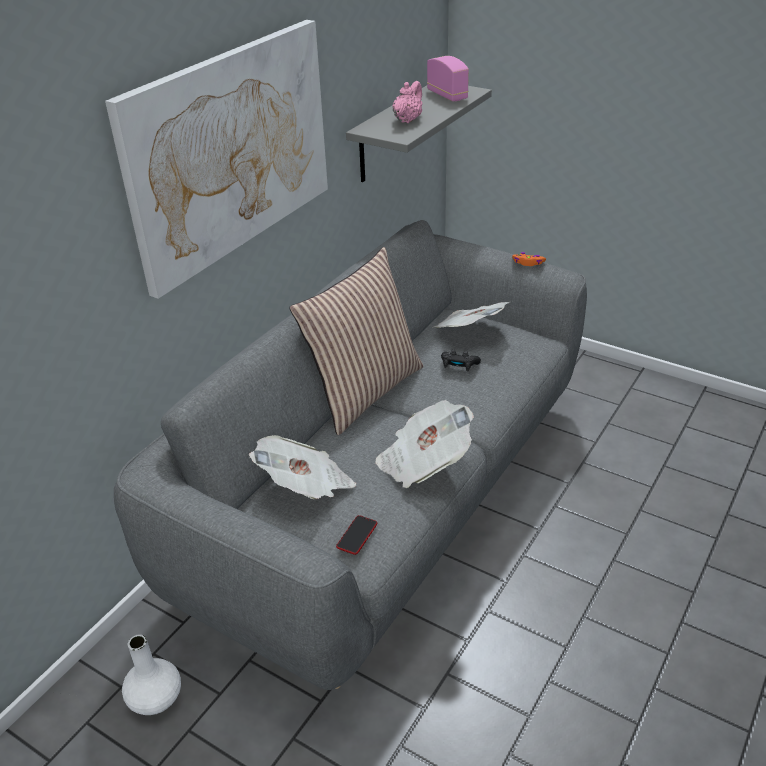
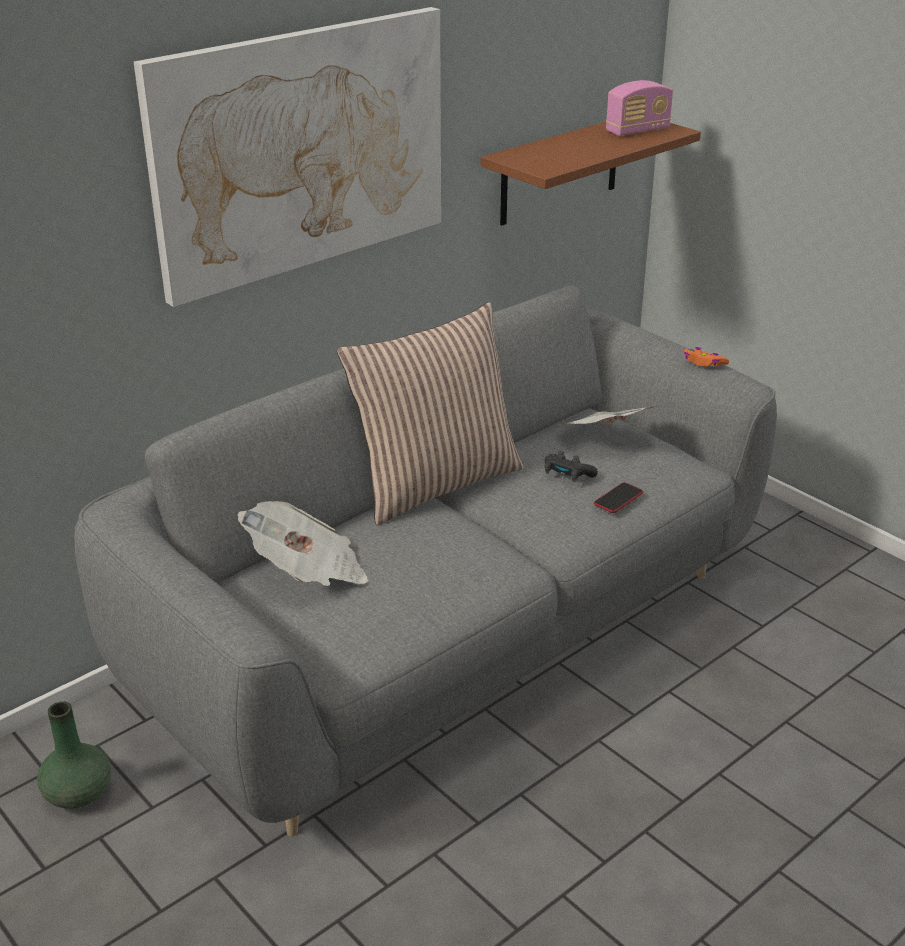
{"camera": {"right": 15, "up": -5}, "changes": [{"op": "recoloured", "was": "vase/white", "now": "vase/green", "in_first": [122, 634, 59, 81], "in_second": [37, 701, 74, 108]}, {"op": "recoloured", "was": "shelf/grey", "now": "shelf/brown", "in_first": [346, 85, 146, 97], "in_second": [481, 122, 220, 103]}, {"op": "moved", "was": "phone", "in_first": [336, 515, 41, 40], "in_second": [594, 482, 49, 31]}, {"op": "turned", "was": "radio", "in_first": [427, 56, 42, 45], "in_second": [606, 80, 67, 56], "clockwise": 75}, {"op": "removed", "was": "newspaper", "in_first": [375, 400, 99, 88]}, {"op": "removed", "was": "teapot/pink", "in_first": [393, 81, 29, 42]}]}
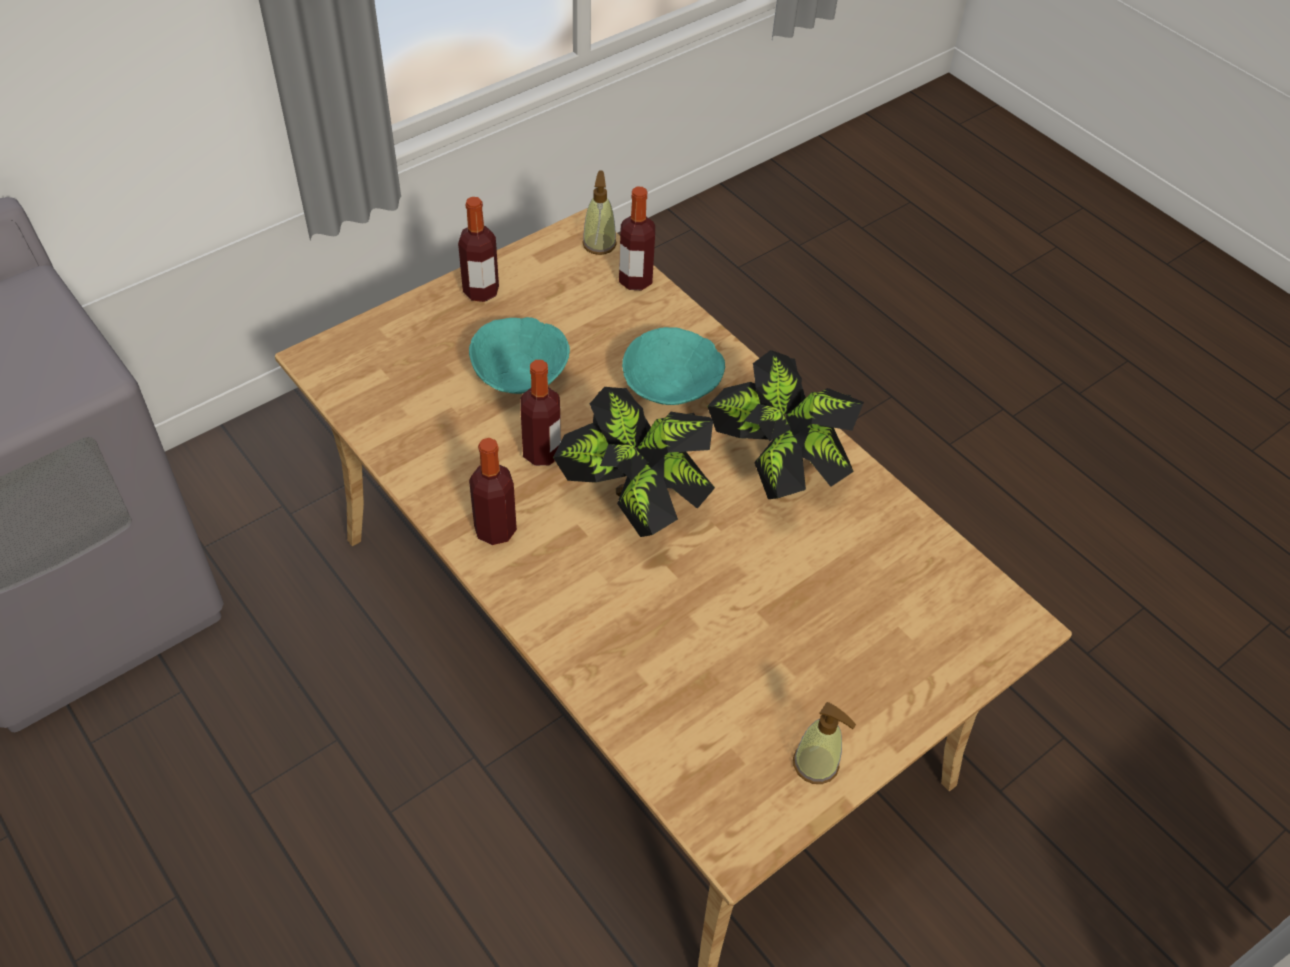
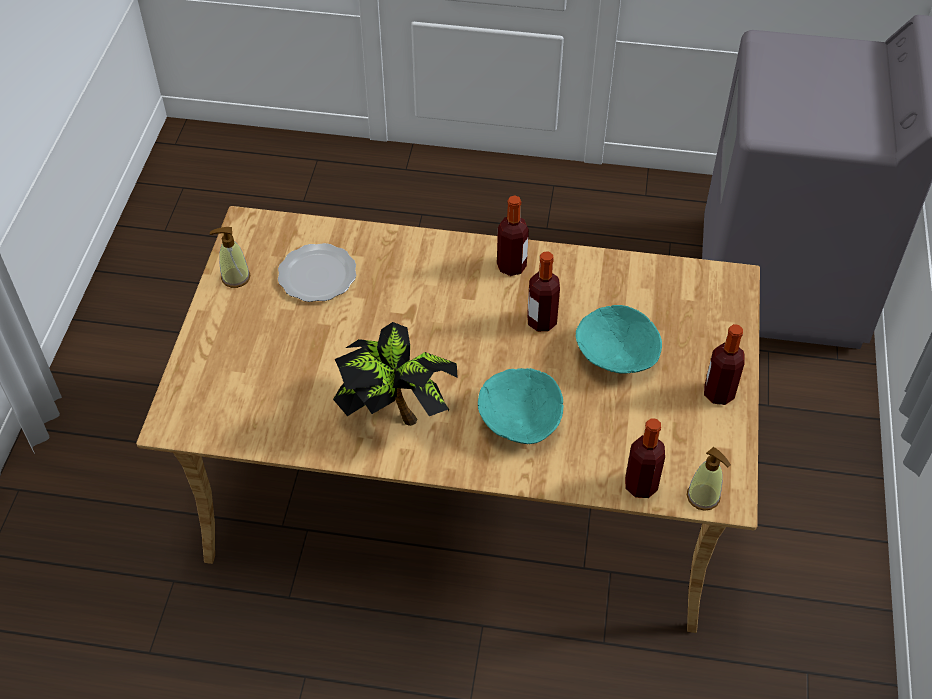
{"camera": {"right": 140, "up": 0}, "changes": [{"op": "added", "now": "plate", "in_second": [278, 243, 78, 59]}, {"op": "removed", "was": "potted plant", "in_first": [553, 387, 162, 150]}]}
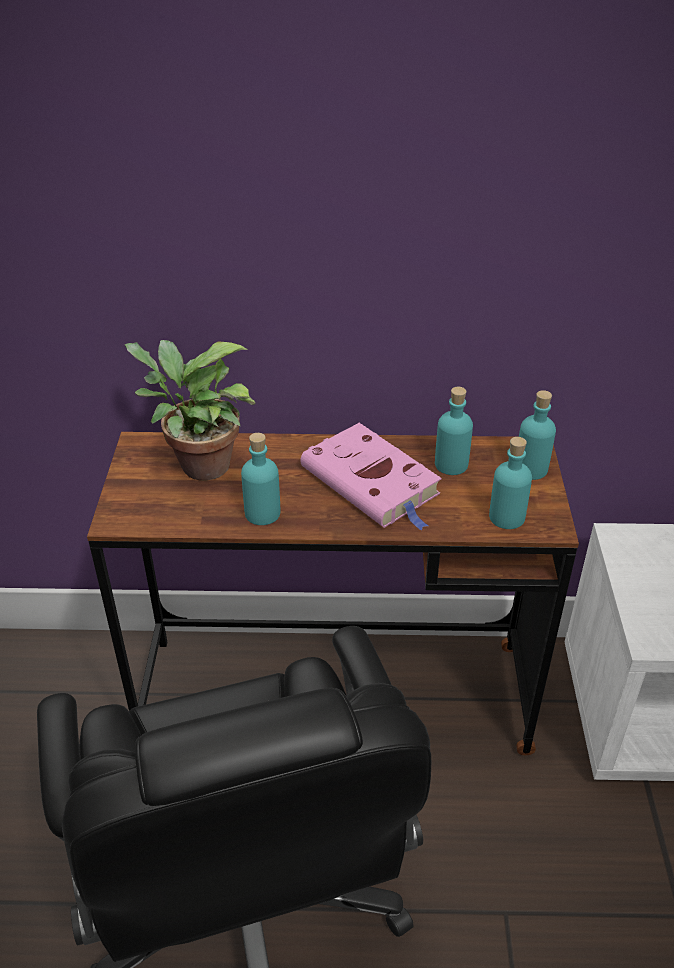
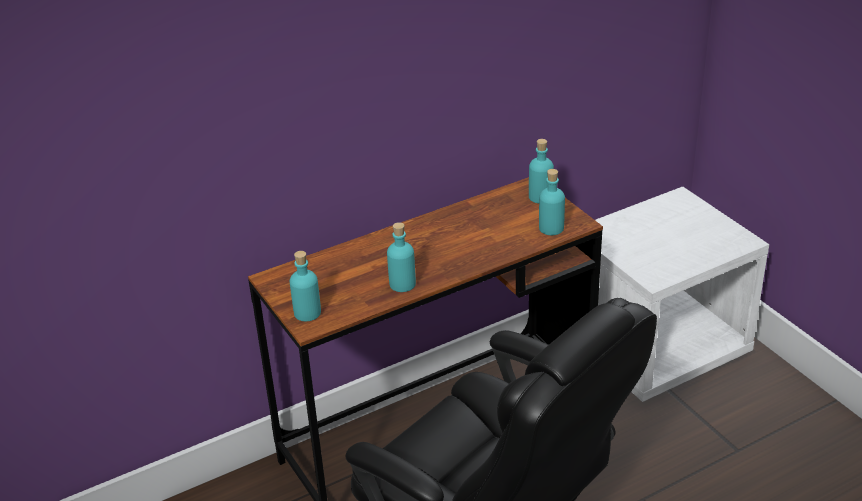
{"camera": {"right": -30, "up": -5}, "changes": [{"op": "moved", "was": "bottle/turquoise", "in_first": [435, 387, 38, 88], "in_second": [290, 251, 31, 70]}, {"op": "removed", "was": "potted plant", "in_first": [125, 340, 130, 141]}, {"op": "removed", "was": "book/pink", "in_first": [300, 423, 142, 108]}]}
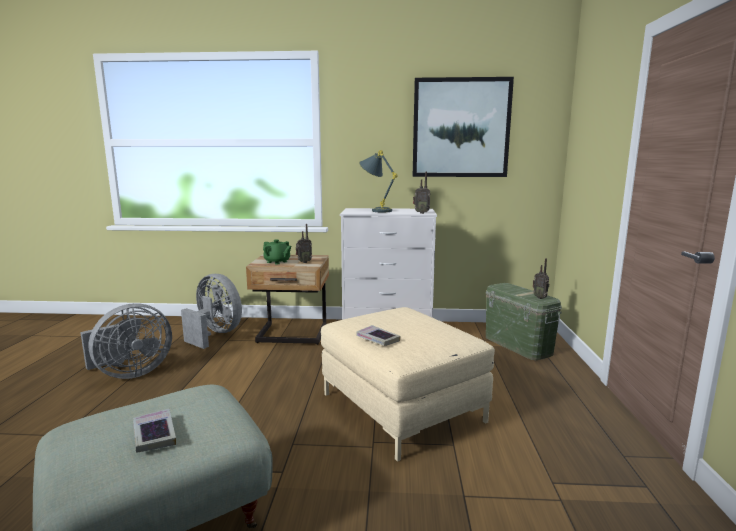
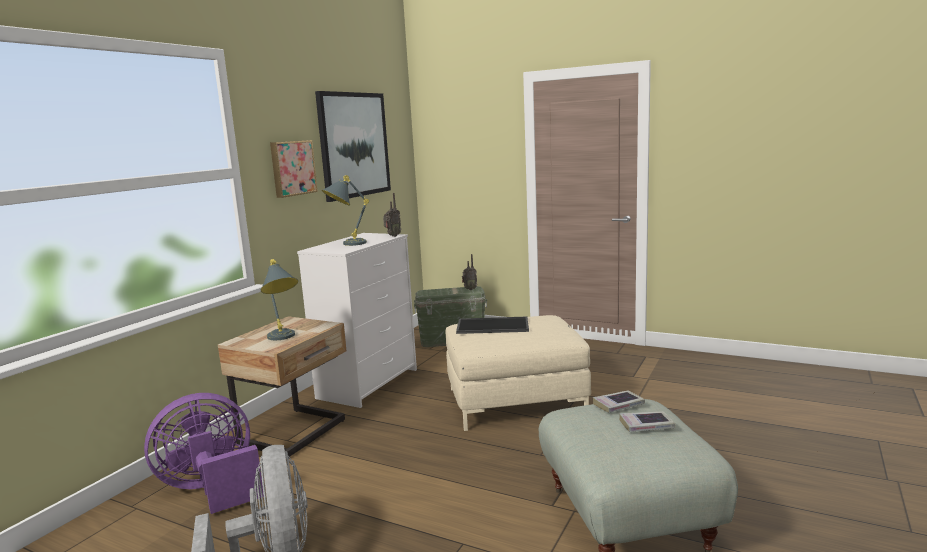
{"camera": {"right": -65, "up": 0}, "changes": [{"op": "recoloured", "was": "fan/grey", "now": "fan/purple", "in_first": [181, 274, 61, 75], "in_second": [144, 393, 120, 121]}, {"op": "replaced", "was": "teapot/green", "now": "table lamp/grey", "in_first": [263, 240, 28, 25], "in_second": [261, 259, 37, 81]}, {"op": "added", "now": "picture", "in_second": [270, 140, 48, 58]}, {"op": "added", "now": "tray", "in_second": [456, 317, 73, 17]}, {"op": "moved", "was": "book", "in_first": [356, 325, 44, 21], "in_second": [593, 391, 52, 22]}, {"op": "removed", "was": "radio", "in_first": [296, 224, 16, 39]}]}
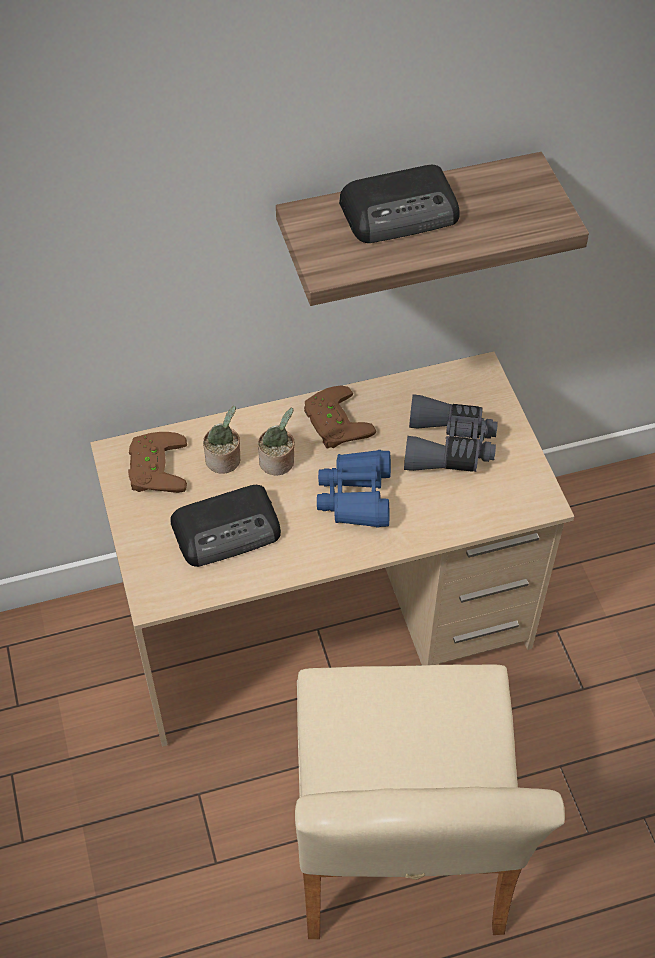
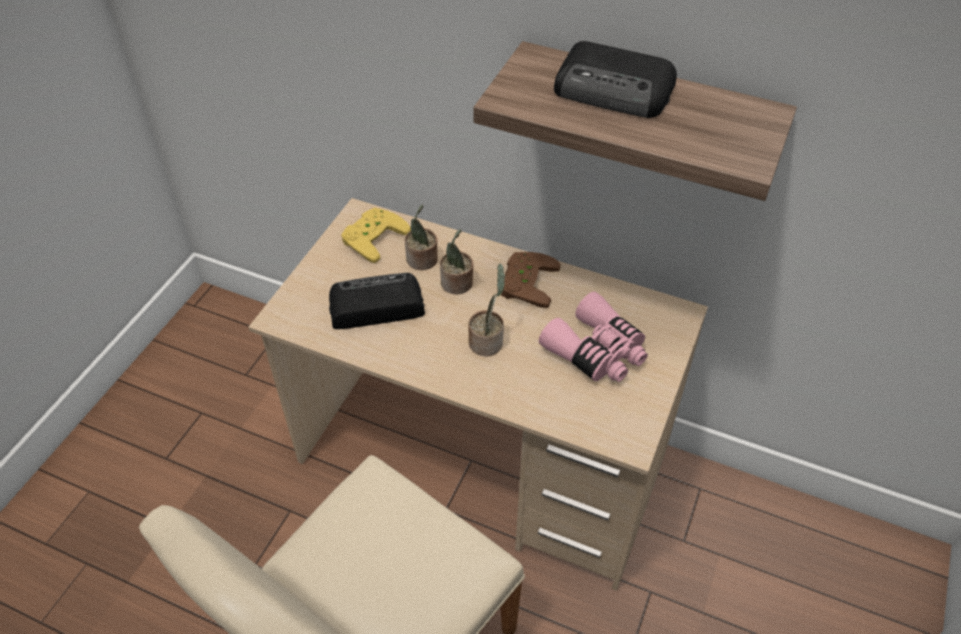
{"camera": {"right": 40, "up": -5}, "changes": [{"op": "turned", "was": "radio", "in_first": [170, 485, 111, 82], "in_second": [329, 273, 96, 56], "clockwise": 150}, {"op": "recoloured", "was": "game controller/brown", "now": "game controller/yellow", "in_first": [128, 432, 59, 61], "in_second": [341, 208, 70, 55]}, {"op": "replaced", "was": "binoculars/blue", "now": "potted plant", "in_first": [317, 450, 74, 78], "in_second": [468, 264, 37, 92]}, {"op": "recoloured", "was": "binoculars/grey", "now": "binoculars/pink", "in_first": [404, 394, 94, 78], "in_second": [539, 292, 109, 90]}]}
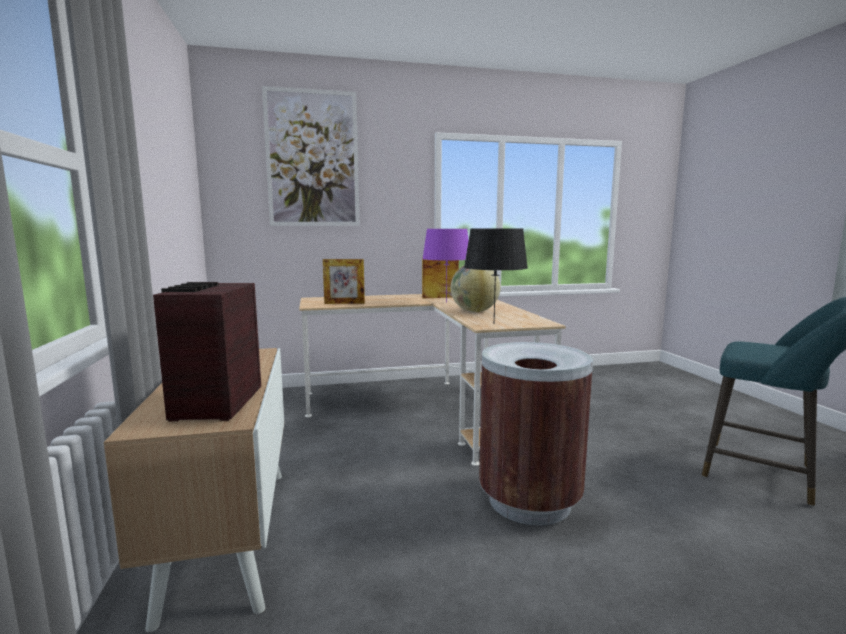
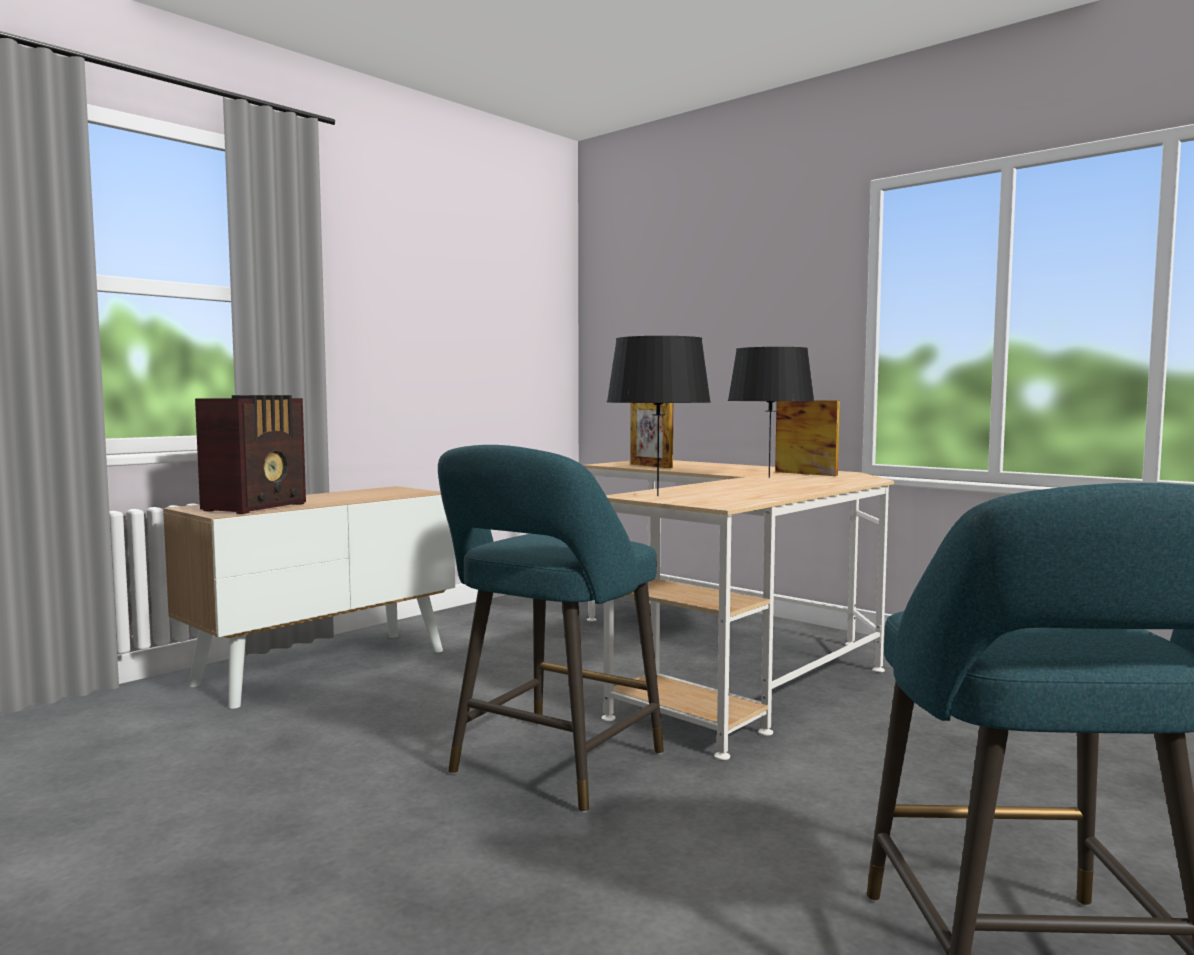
{"camera": {"right": 55, "up": -5}, "changes": [{"op": "turned", "was": "radio", "in_first": [153, 282, 108, 139], "in_second": [195, 395, 111, 119], "clockwise": 150}, {"op": "replaced", "was": "trash can/brown", "now": "stool/turquoise", "in_first": [479, 342, 114, 184], "in_second": [438, 445, 226, 368]}, {"op": "recoloured", "was": "table lamp/purple", "now": "table lamp/black", "in_first": [422, 229, 47, 74], "in_second": [728, 347, 87, 131]}, {"op": "removed", "was": "picture", "in_first": [262, 86, 98, 140]}, {"op": "removed", "was": "globe", "in_first": [451, 266, 50, 46]}]}
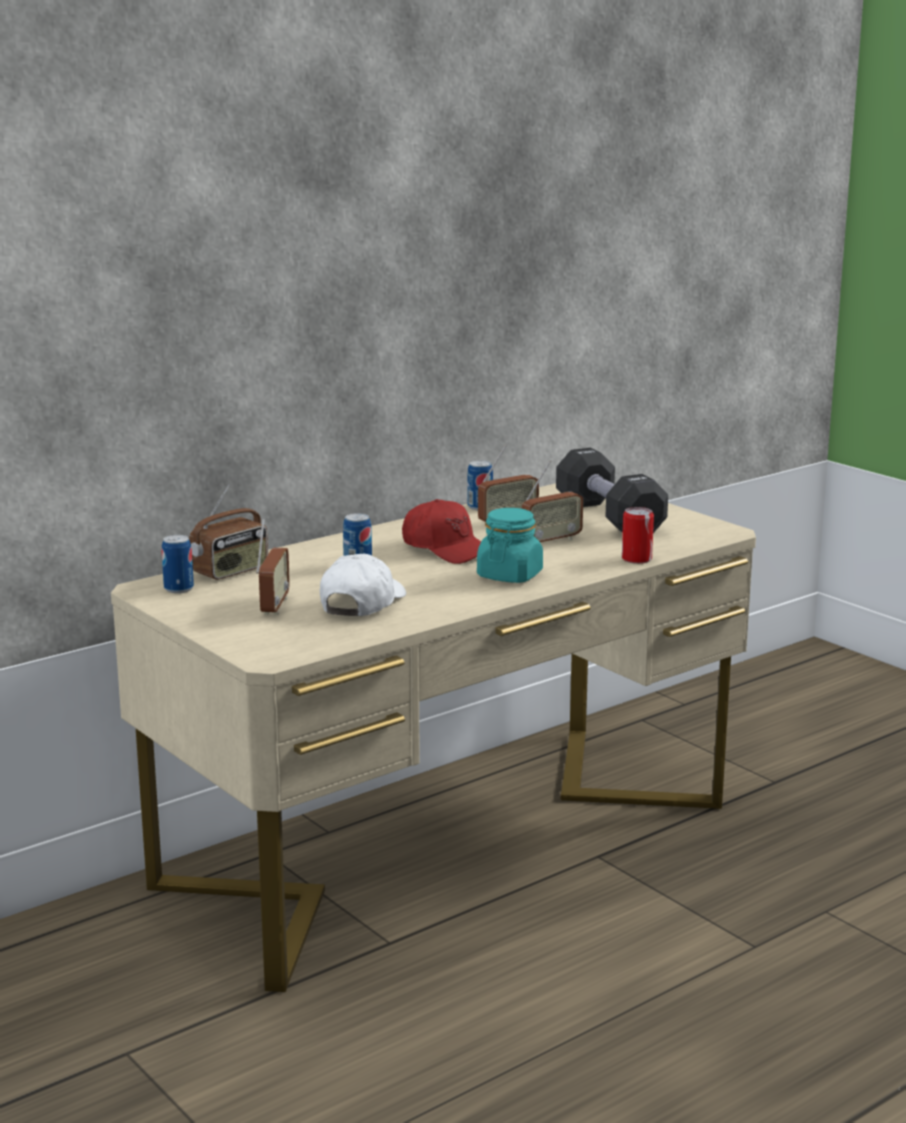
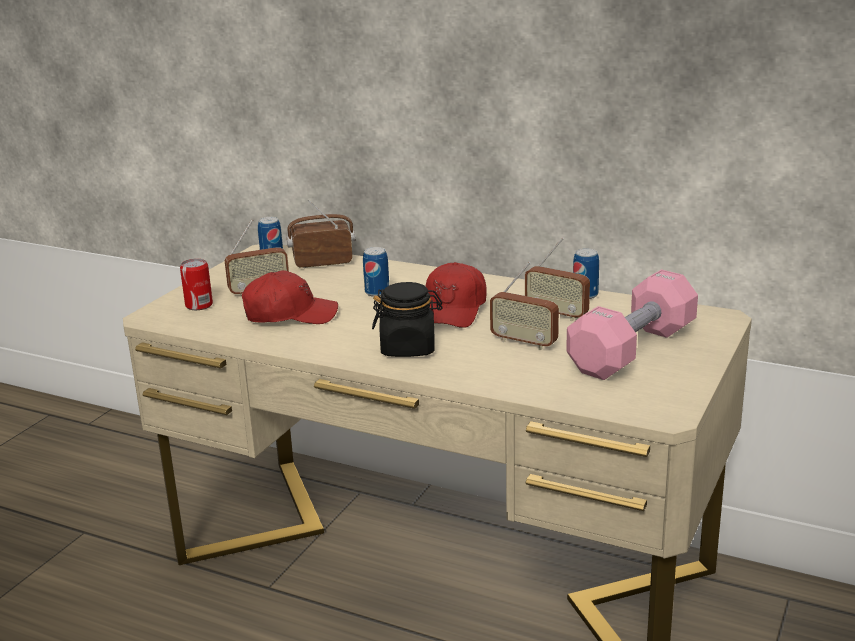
{"camera": {"right": 65, "up": 5}, "changes": [{"op": "moved", "was": "can", "in_first": [622, 507, 32, 57], "in_second": [180, 259, 33, 51]}, {"op": "recoloured", "was": "cap/white", "now": "cap/red", "in_first": [320, 554, 86, 62], "in_second": [242, 270, 96, 54]}, {"op": "turned", "was": "radio", "in_first": [189, 484, 79, 96], "in_second": [287, 200, 68, 68], "clockwise": 150}, {"op": "recoloured", "was": "jar/turquoise", "now": "jar/black", "in_first": [477, 508, 66, 75], "in_second": [372, 282, 71, 75]}, {"op": "recoloured", "was": "dumbbell/black", "now": "dumbbell/pink", "in_first": [556, 448, 112, 85], "in_second": [566, 270, 132, 110]}]}
